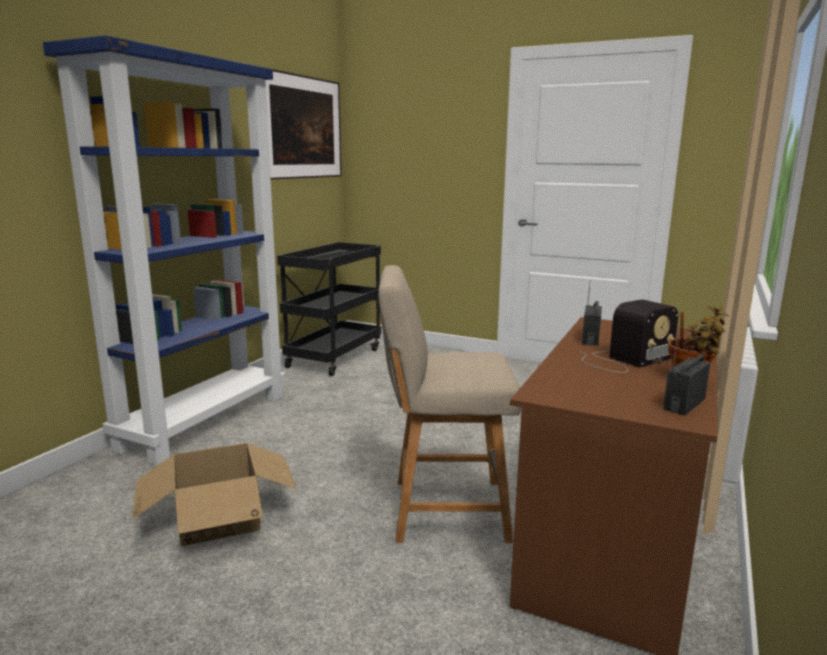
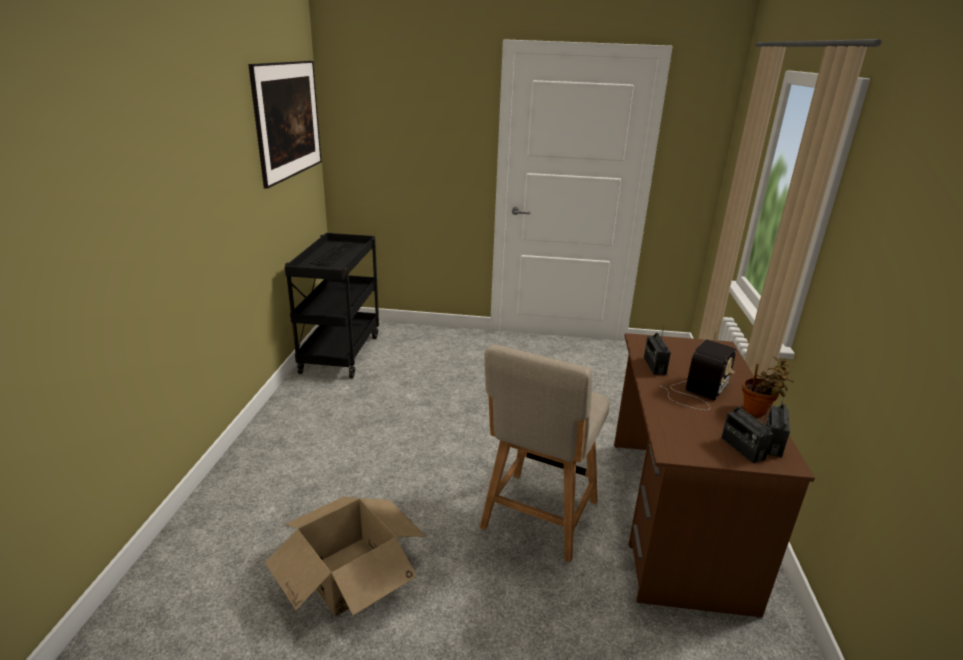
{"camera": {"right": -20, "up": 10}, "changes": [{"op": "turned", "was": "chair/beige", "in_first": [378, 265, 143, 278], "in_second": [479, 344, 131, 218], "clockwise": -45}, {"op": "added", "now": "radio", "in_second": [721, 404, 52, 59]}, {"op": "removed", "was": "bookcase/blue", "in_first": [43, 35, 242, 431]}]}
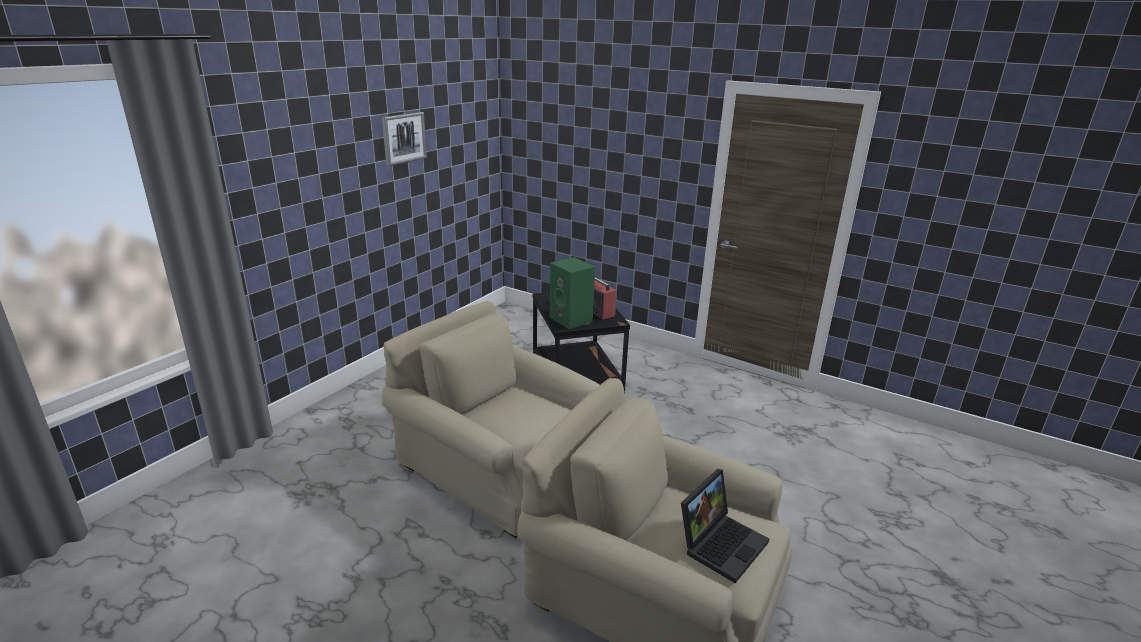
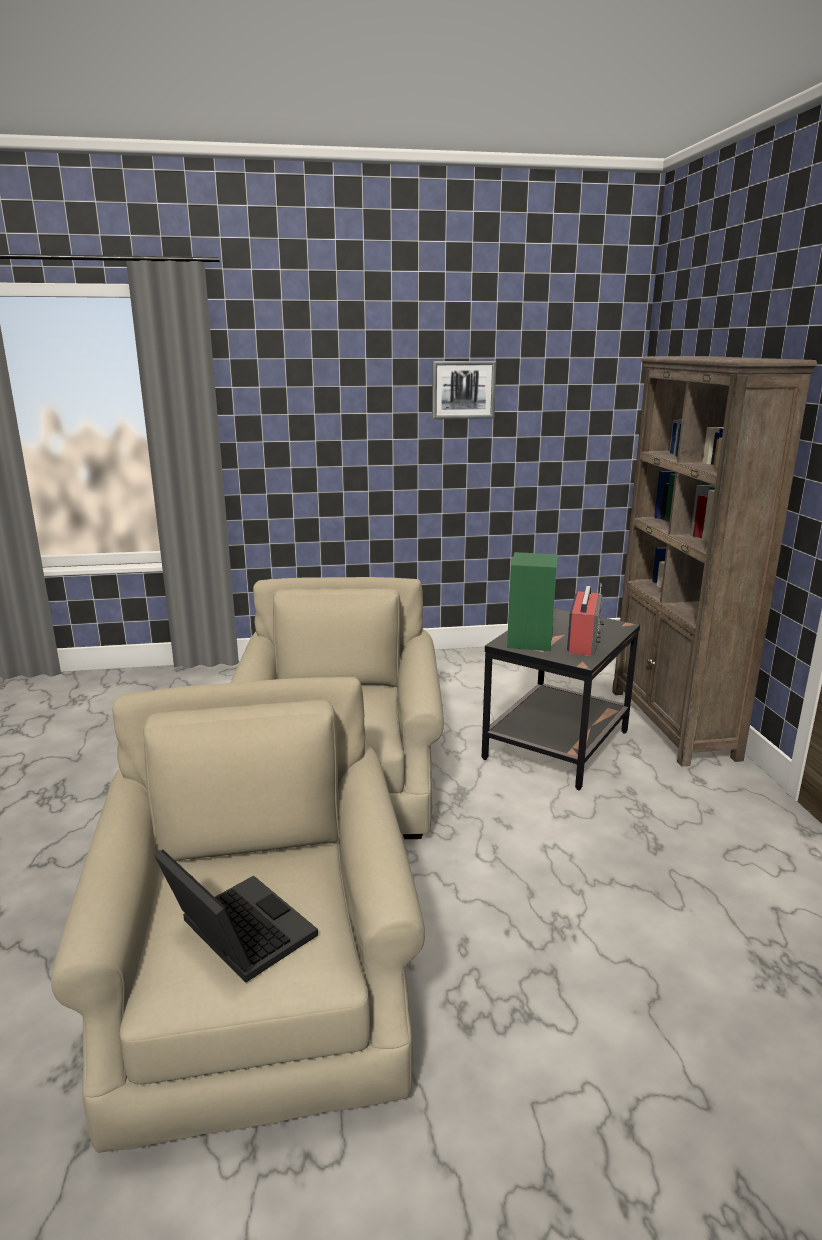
{"camera": {"right": 50, "up": -5}, "changes": [{"op": "turned", "was": "laptop", "in_first": [681, 469, 88, 114], "in_second": [154, 849, 164, 134], "clockwise": -135}, {"op": "added", "now": "bookcase/brown", "in_second": [612, 356, 205, 411]}]}
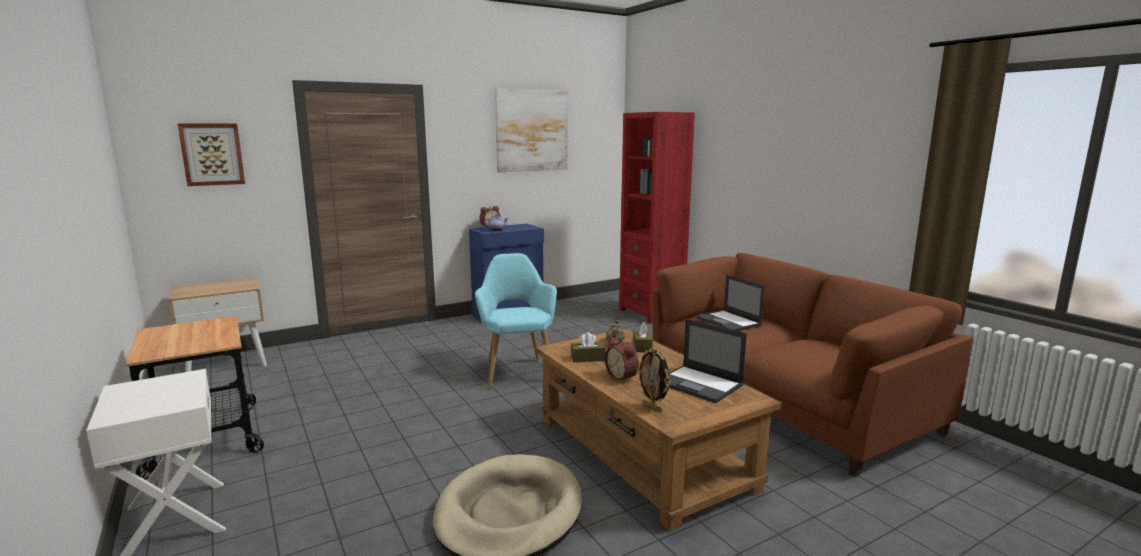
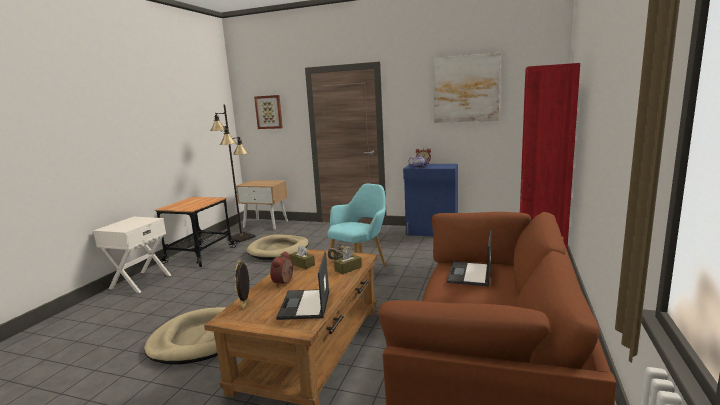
{"camera": {"right": 50, "up": 0}, "changes": [{"op": "added", "now": "floor lamp/black", "in_second": [210, 105, 45, 138]}, {"op": "added", "now": "dog bed/beige", "in_second": [246, 234, 63, 26]}]}
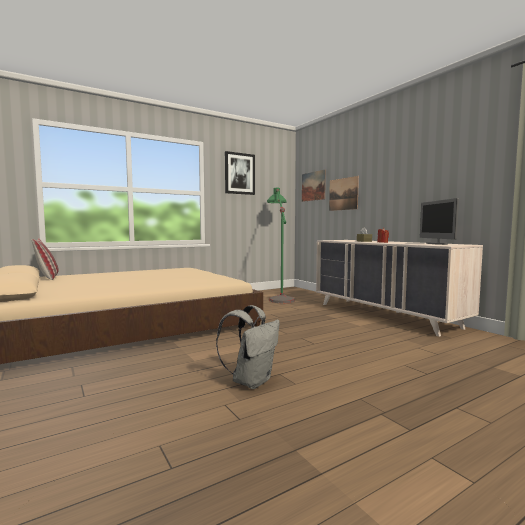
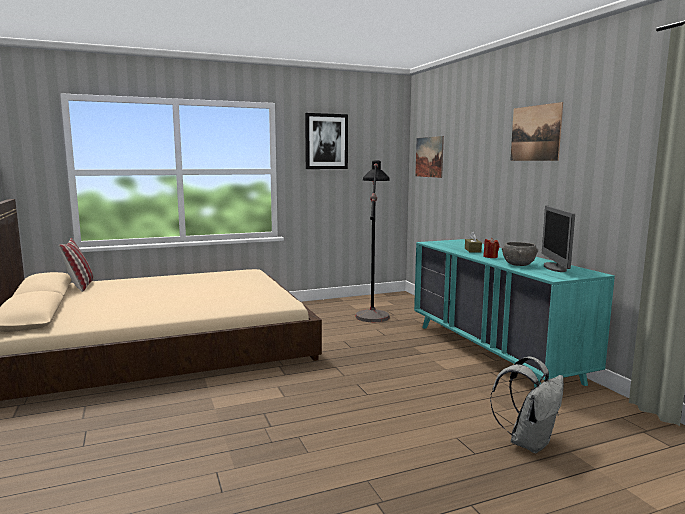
{"camera": {"right": 10, "up": 5}, "changes": [{"op": "recoloured", "was": "floor lamp/green", "now": "floor lamp/black", "in_first": [267, 187, 28, 116], "in_second": [355, 160, 35, 162]}, {"op": "recoloured", "was": "dresser/beige", "now": "dresser/turquoise", "in_first": [316, 240, 167, 97], "in_second": [414, 239, 201, 148]}, {"op": "moved", "was": "backpack/grey", "in_first": [216, 305, 64, 84], "in_second": [490, 357, 74, 96]}, {"op": "added", "now": "bowl/grey", "in_second": [502, 242, 36, 24]}, {"op": "moved", "was": "picture", "in_first": [329, 176, 30, 35], "in_second": [510, 102, 53, 59]}]}
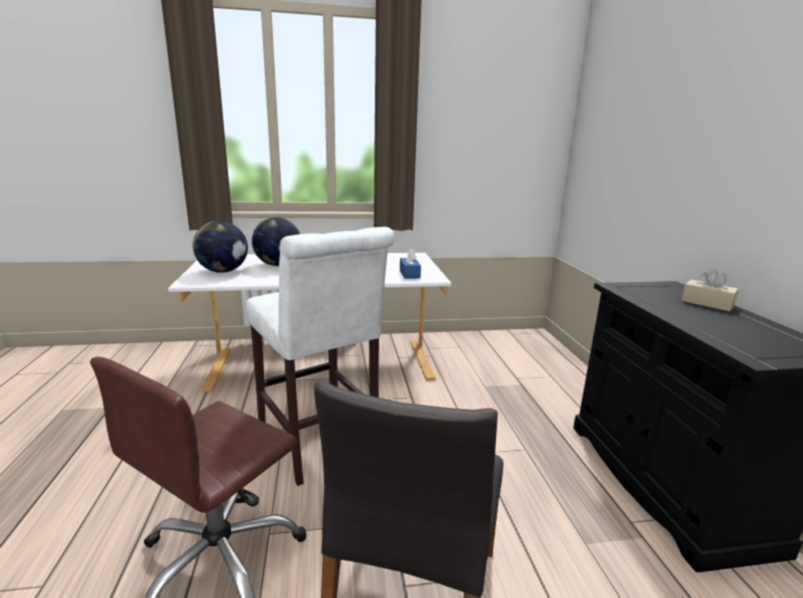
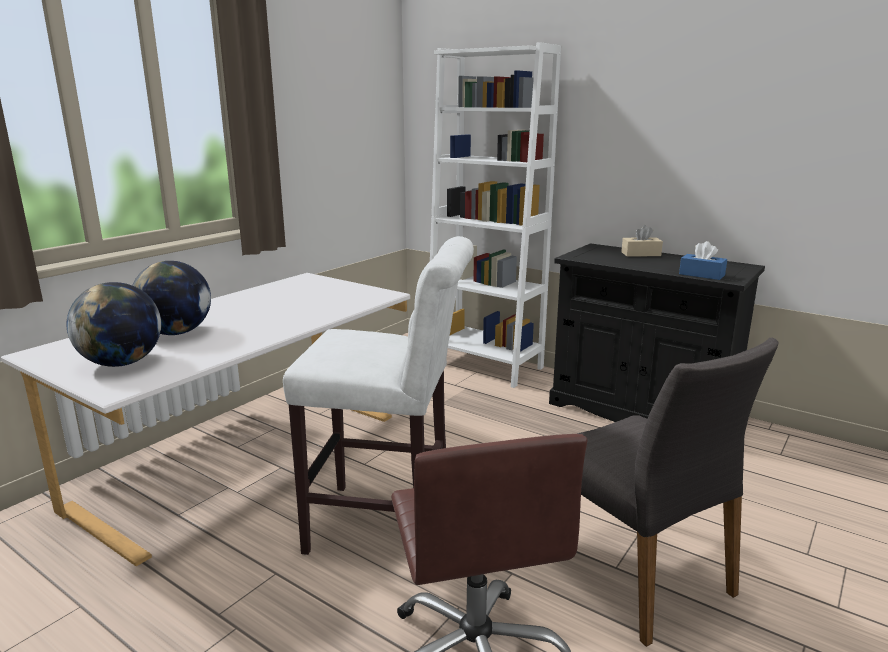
{"camera": {"right": -45, "up": 0}, "changes": [{"op": "added", "now": "bookcase/white", "in_second": [430, 42, 131, 346]}, {"op": "moved", "was": "tissue box/blue", "in_first": [400, 249, 21, 30], "in_second": [679, 241, 48, 39]}]}
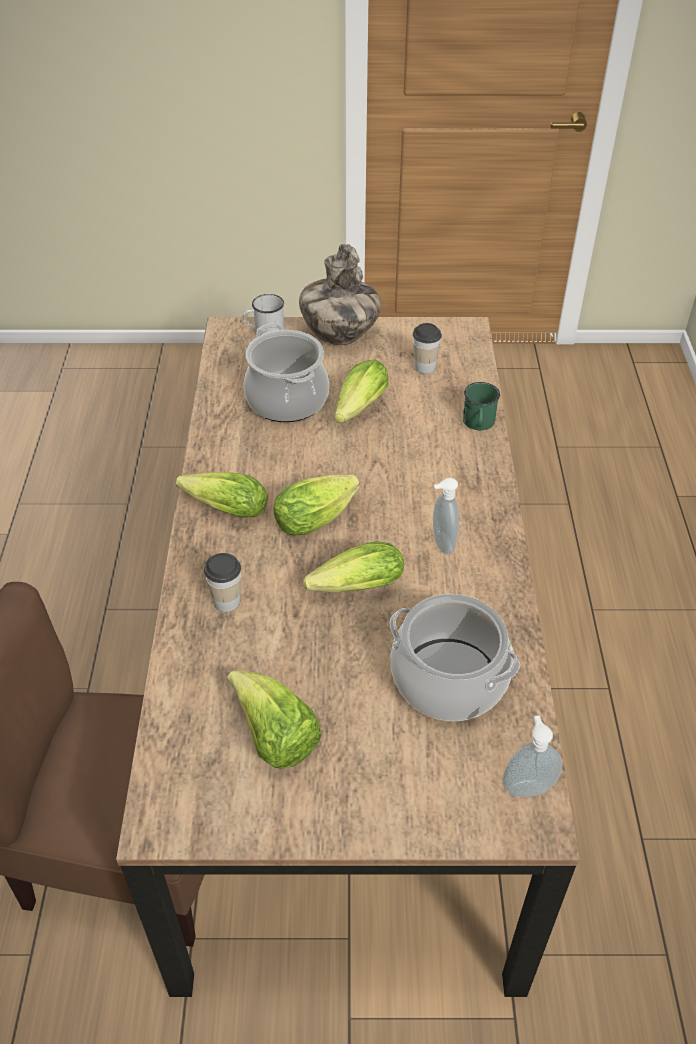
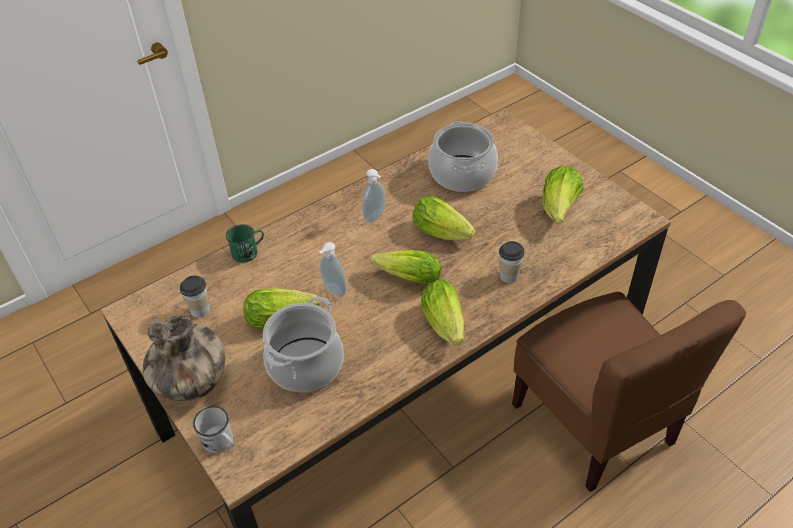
{"camera": {"right": -125, "up": 0}, "changes": [{"op": "moved", "was": "soap dispenser", "in_first": [502, 715, 60, 82], "in_second": [320, 242, 27, 55]}]}
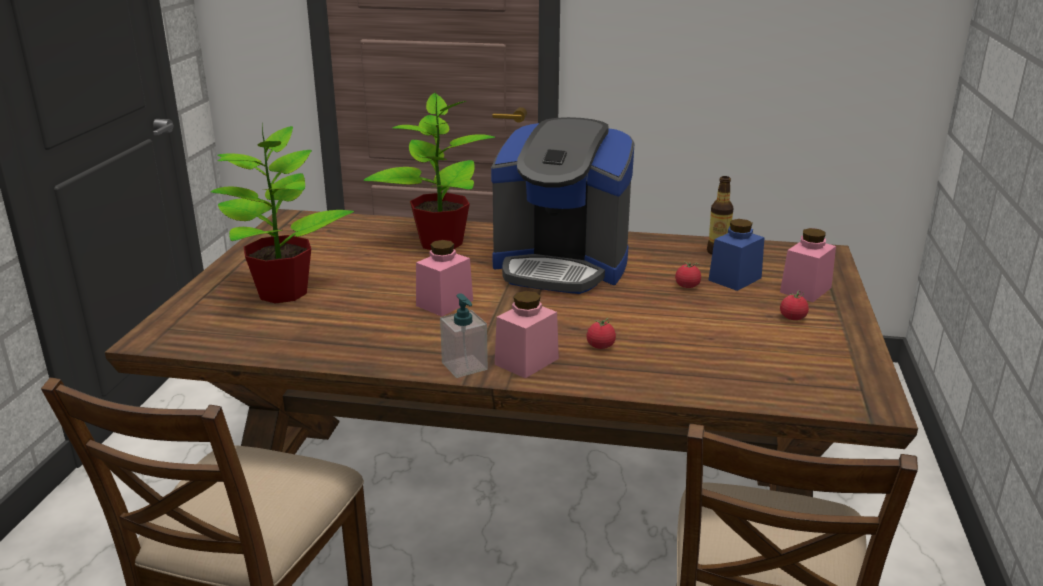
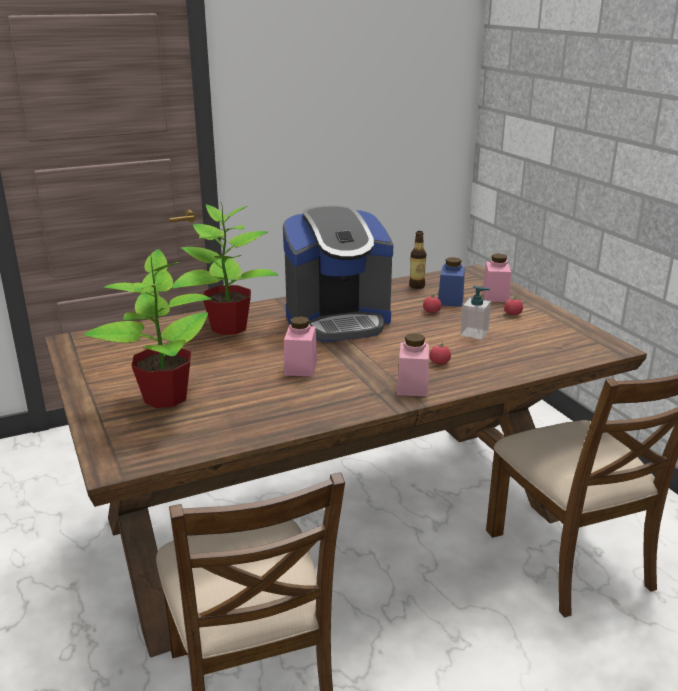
{"camera": {"right": -35, "up": 0}, "changes": [{"op": "moved", "was": "soap dispenser", "in_first": [440, 294, 48, 84], "in_second": [460, 286, 31, 53]}]}
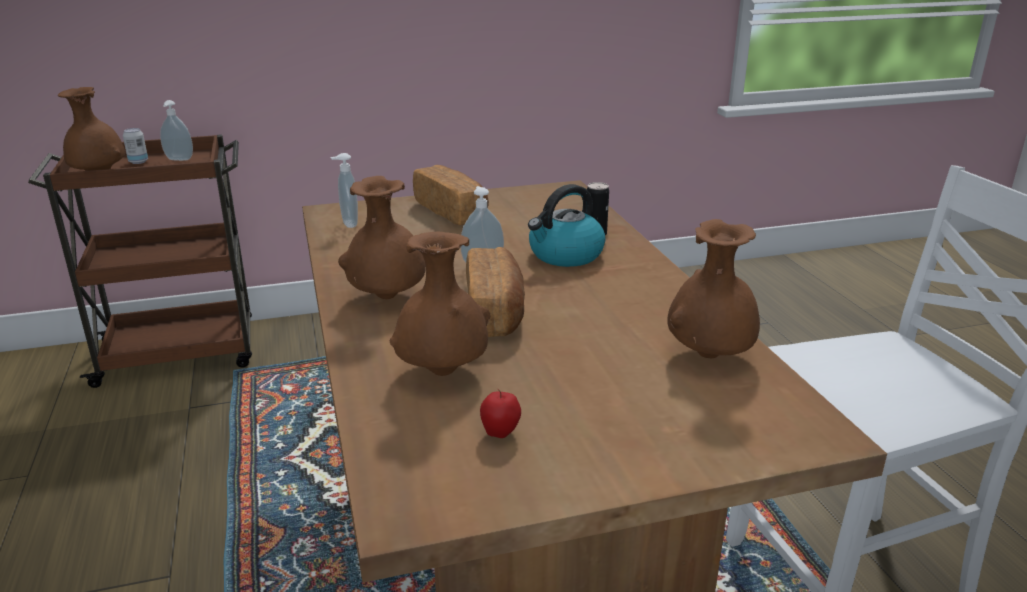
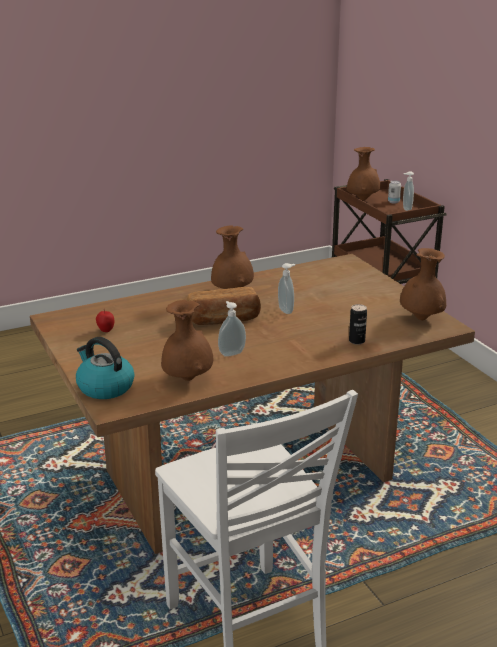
{"camera": {"right": 80, "up": 0}, "changes": [{"op": "moved", "was": "kettle", "in_first": [528, 184, 78, 83], "in_second": [76, 337, 58, 62]}, {"op": "moved", "was": "soap dispenser", "in_first": [330, 153, 28, 75], "in_second": [218, 301, 28, 56]}, {"op": "moved", "was": "vase/brown", "in_first": [390, 232, 100, 144], "in_second": [400, 248, 46, 72]}, {"op": "removed", "was": "bread", "in_first": [413, 165, 76, 60]}]}
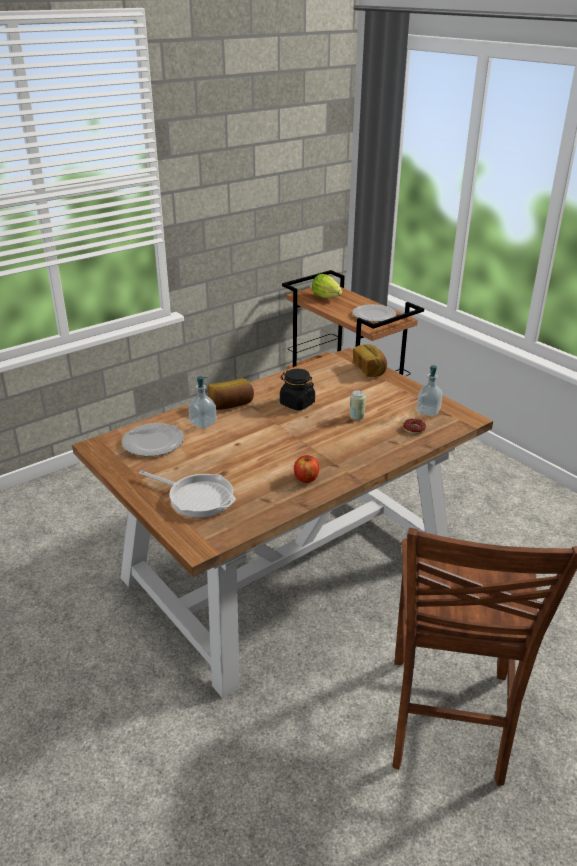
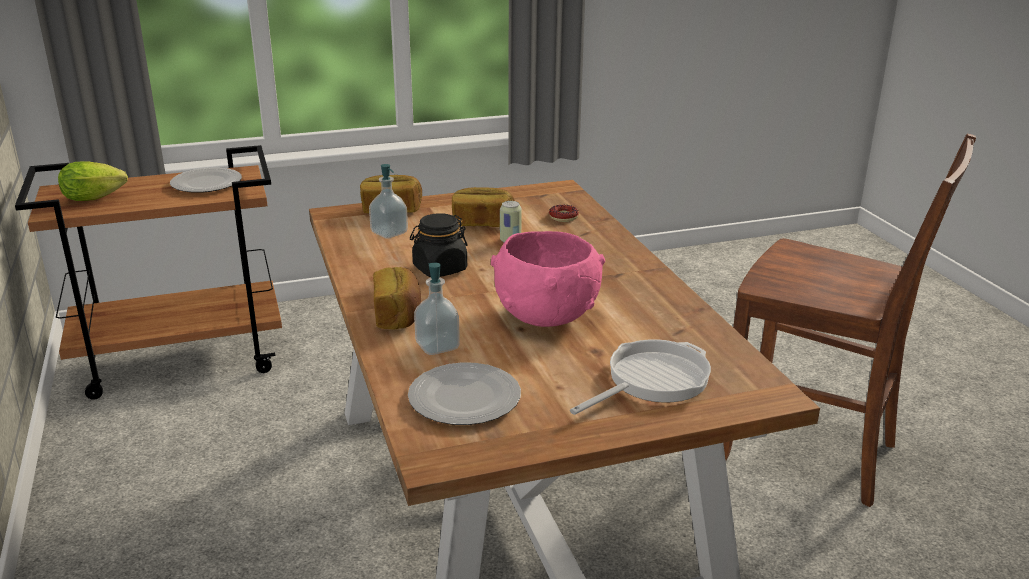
{"camera": {"right": -70, "up": -5}, "changes": [{"op": "moved", "was": "soap dispenser", "in_first": [417, 365, 26, 52], "in_second": [369, 164, 39, 75]}, {"op": "added", "now": "bread", "in_second": [452, 187, 63, 40]}, {"op": "added", "now": "bowl/pink", "in_second": [491, 231, 114, 96]}, {"op": "removed", "was": "apple", "in_first": [294, 455, 25, 28]}]}
